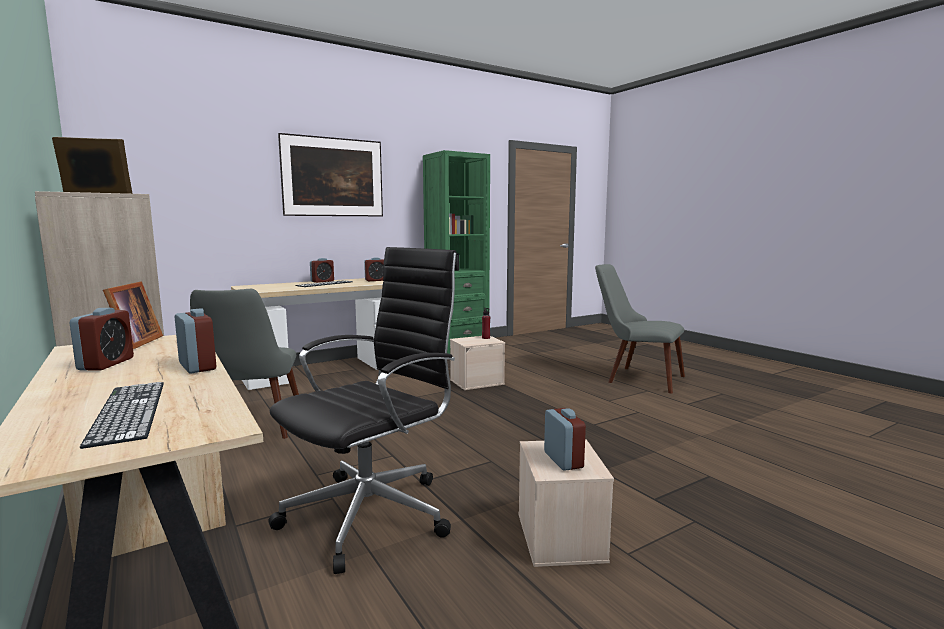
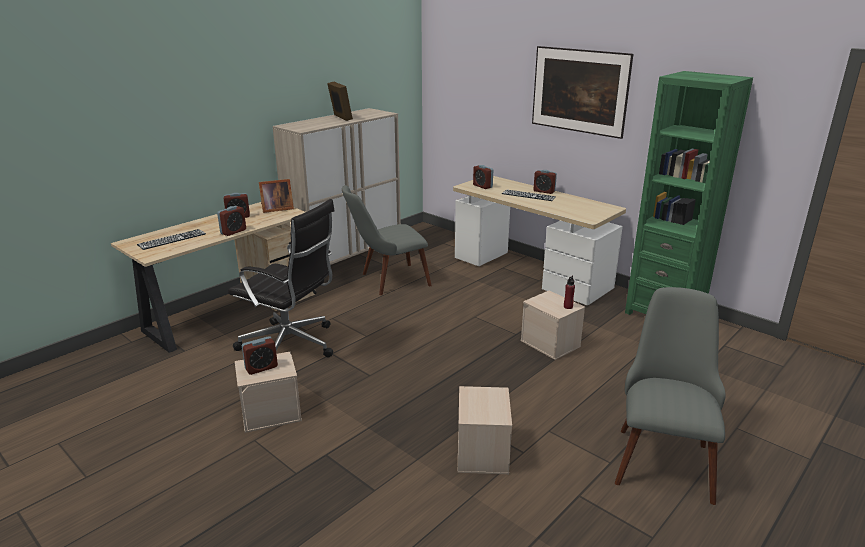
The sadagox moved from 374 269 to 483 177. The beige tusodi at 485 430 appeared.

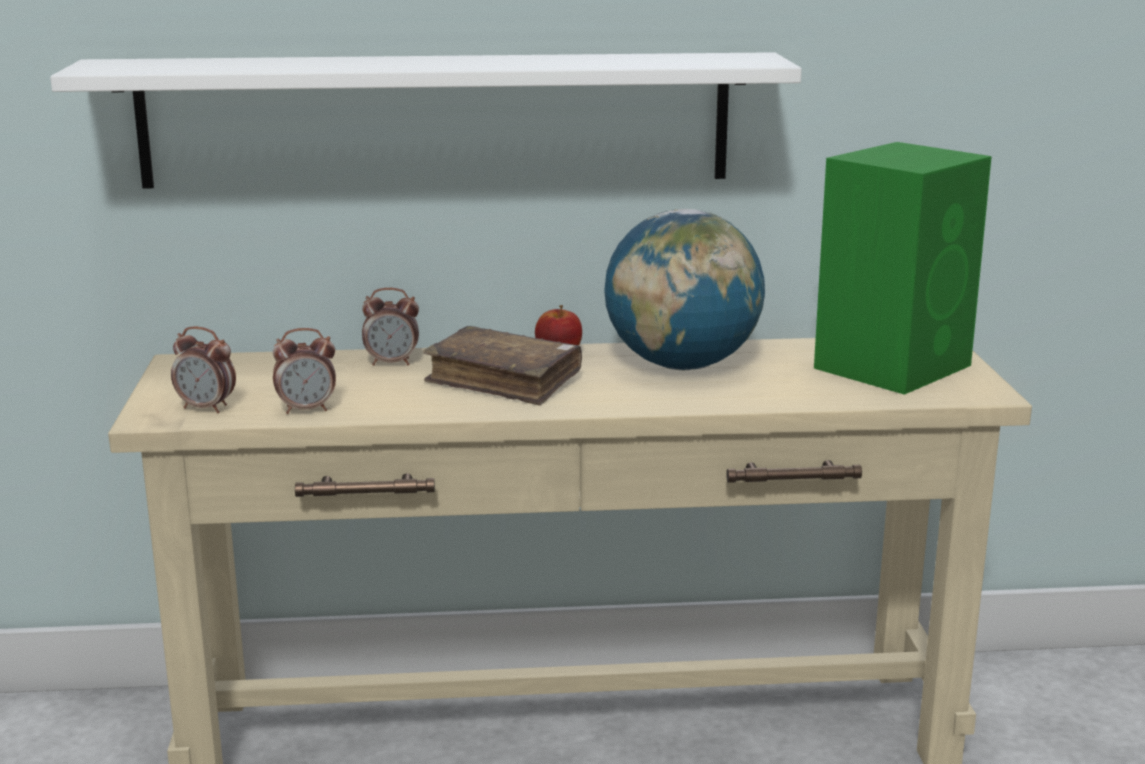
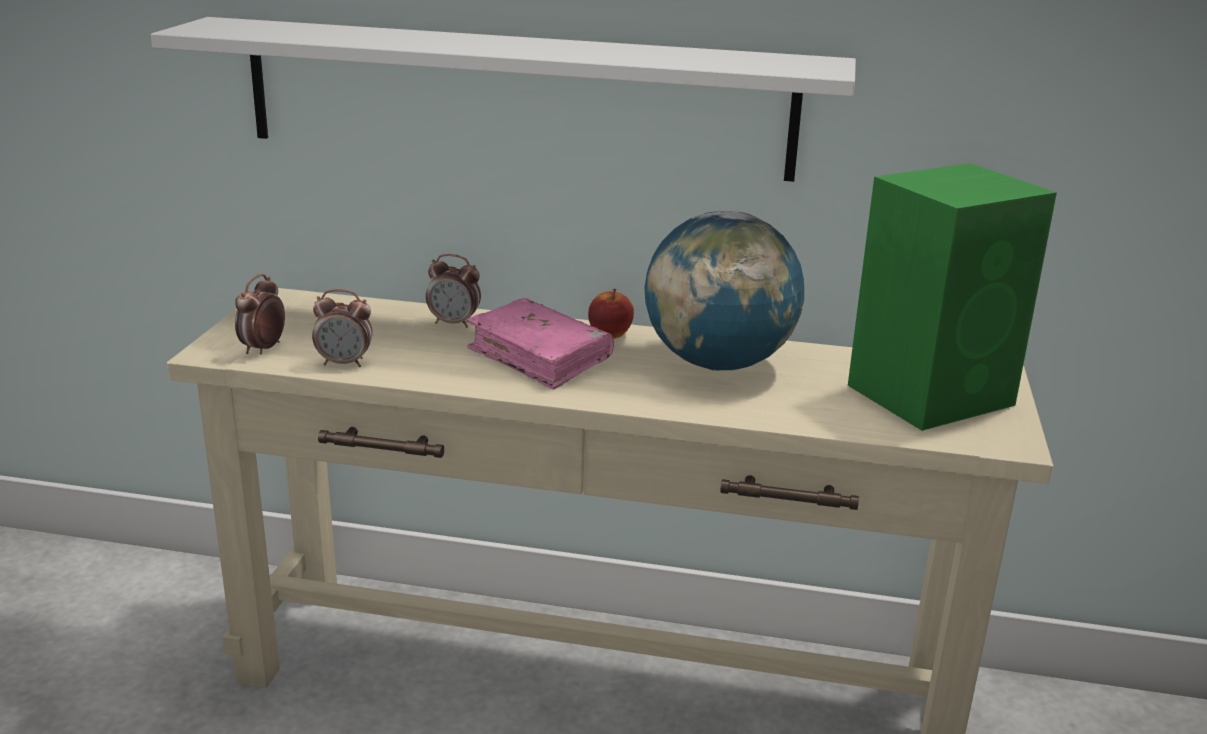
The sadagox at 203 369 turned 75 degrees clockwise. The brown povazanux at 502 366 became the pink povazanux at 540 344.

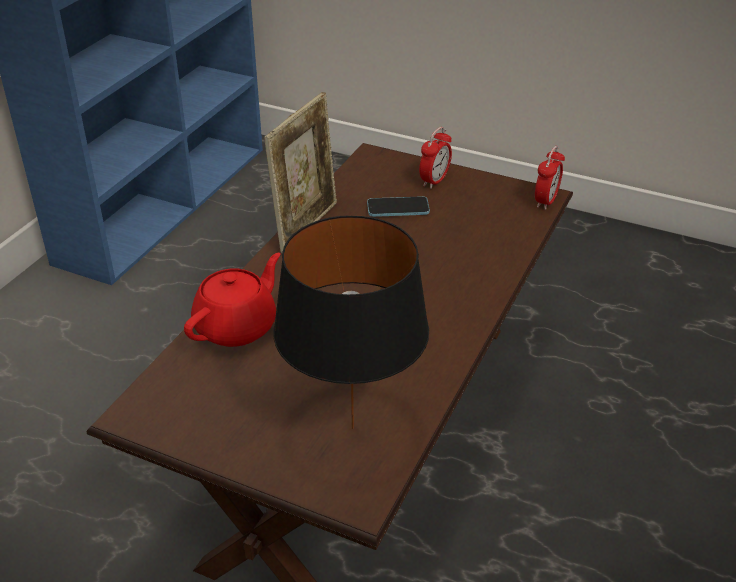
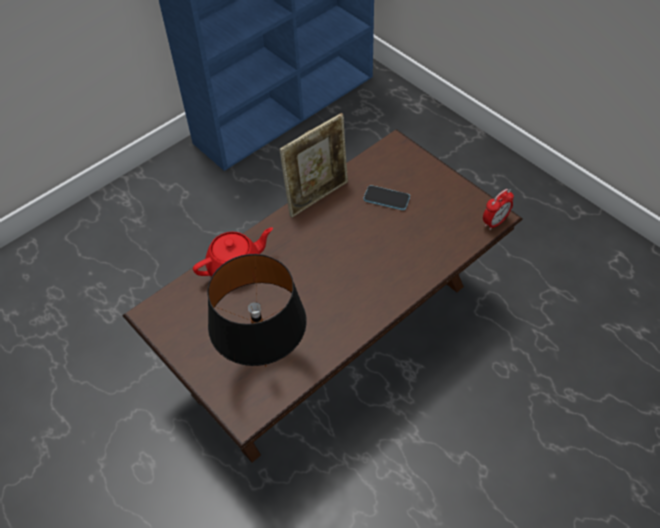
The sadagox at 435 158 disappeared.

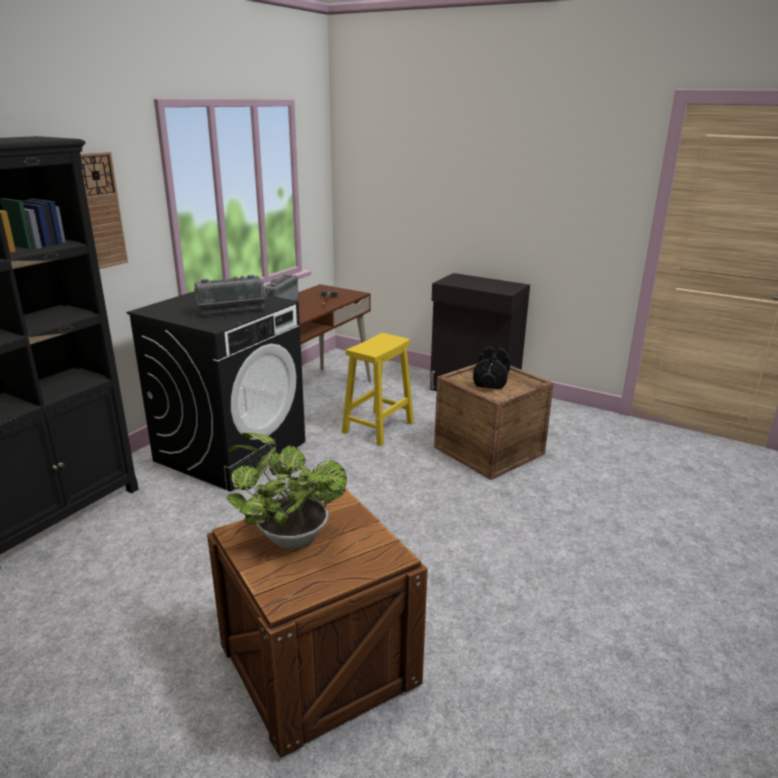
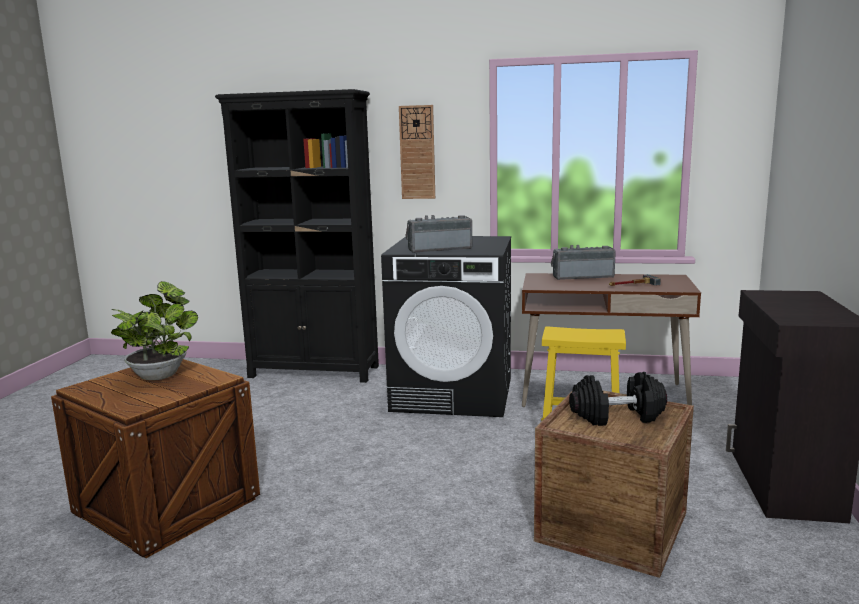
The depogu at 230 296 turned 120 degrees clockwise.

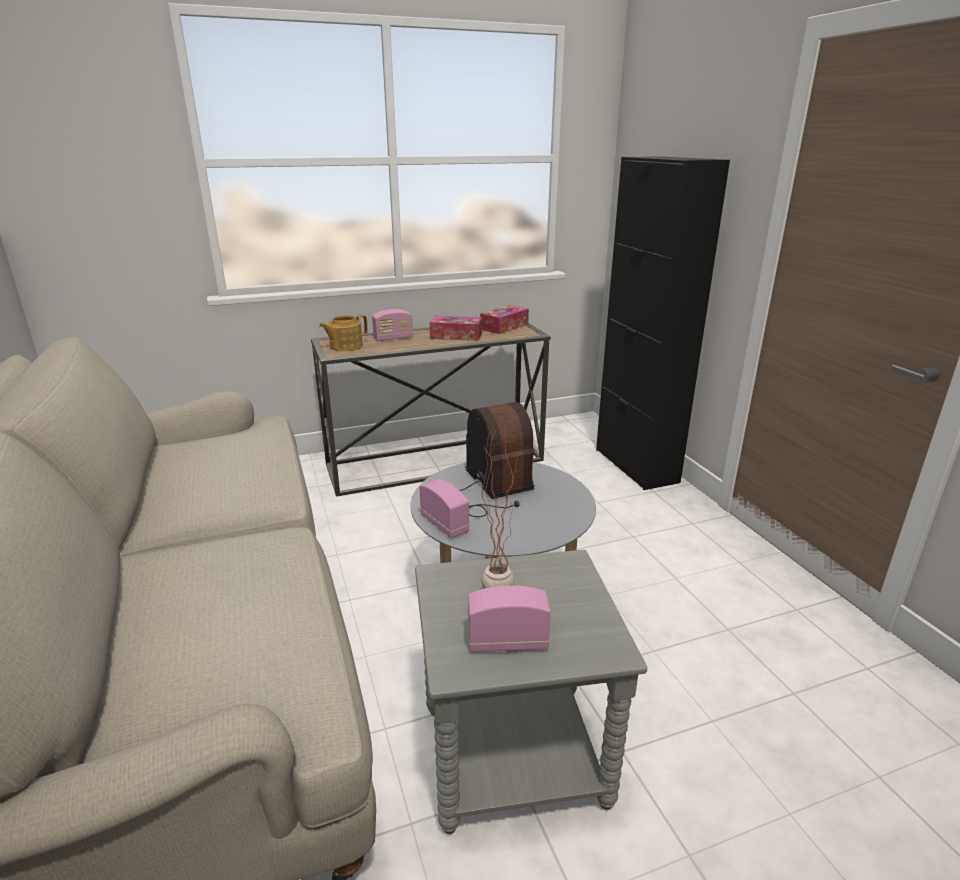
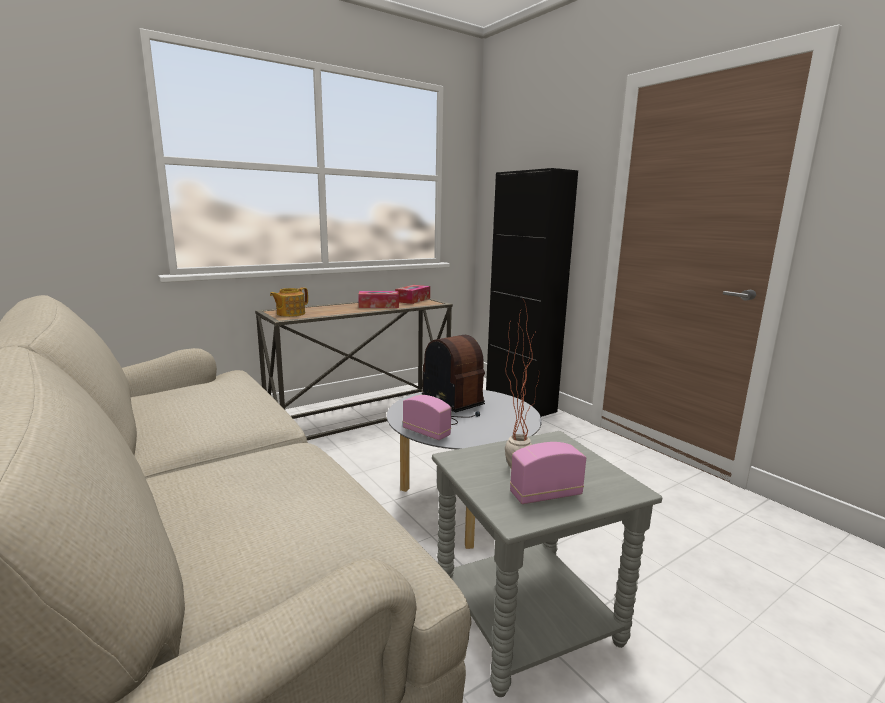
The depogu at 392 325 disappeared.

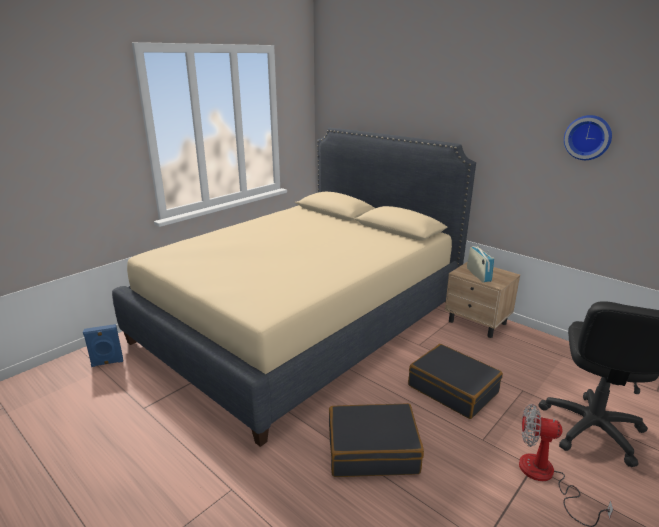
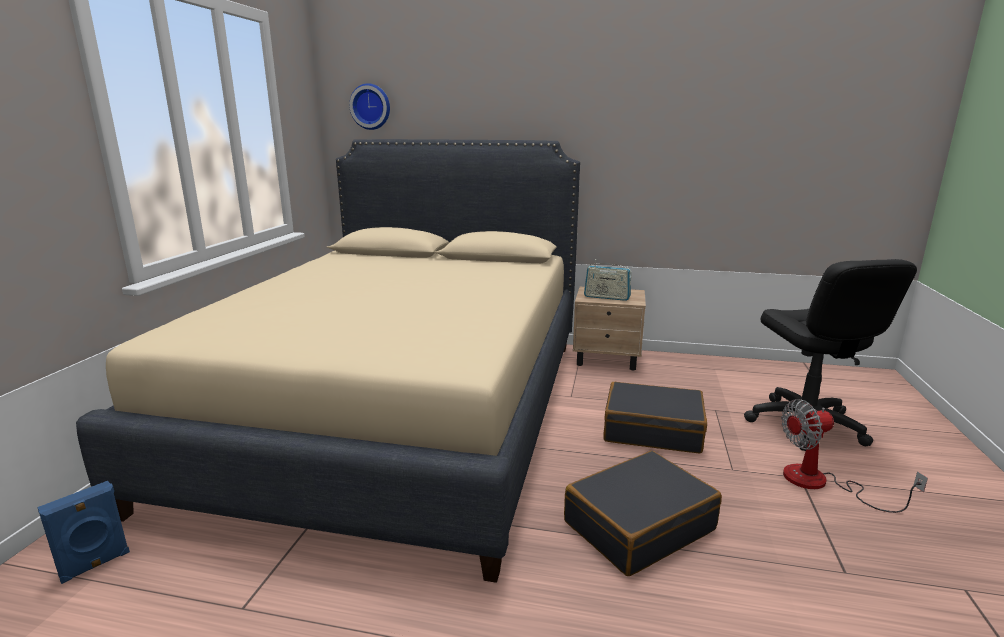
The depogu at 480 264 turned 150 degrees clockwise. The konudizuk moved from 588 137 to 369 106.

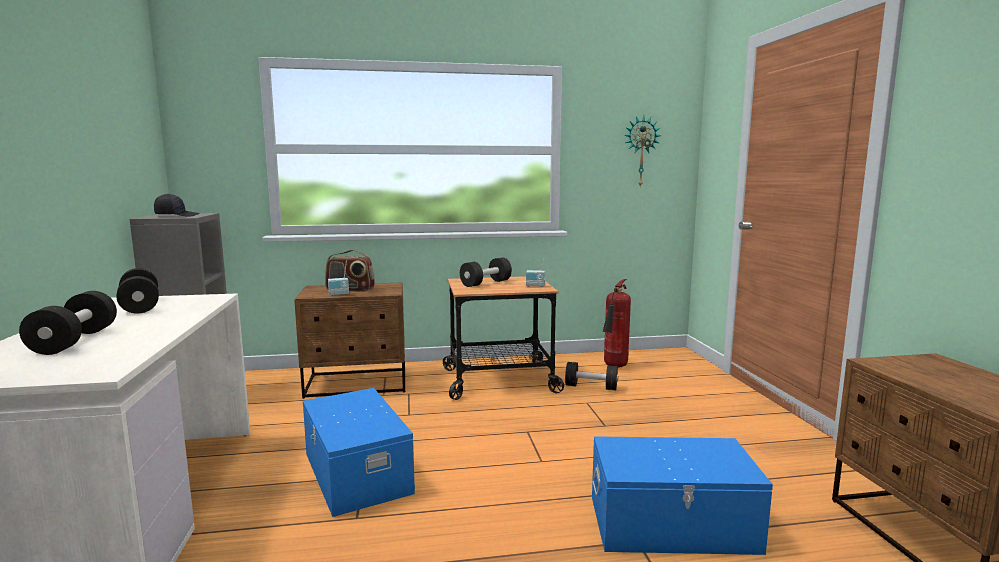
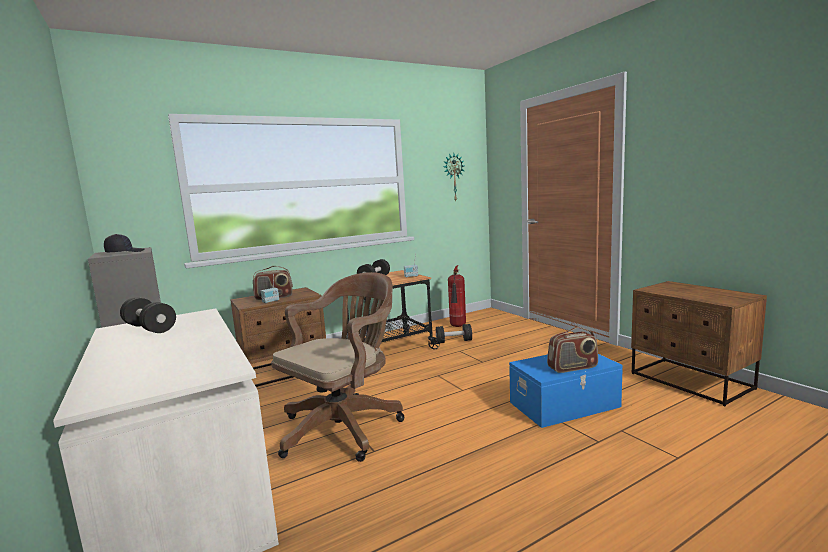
The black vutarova at 68 323 disappeared. The blue tusodi at 359 452 was replaced by the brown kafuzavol at 338 367. The depogu at 572 350 appeared.

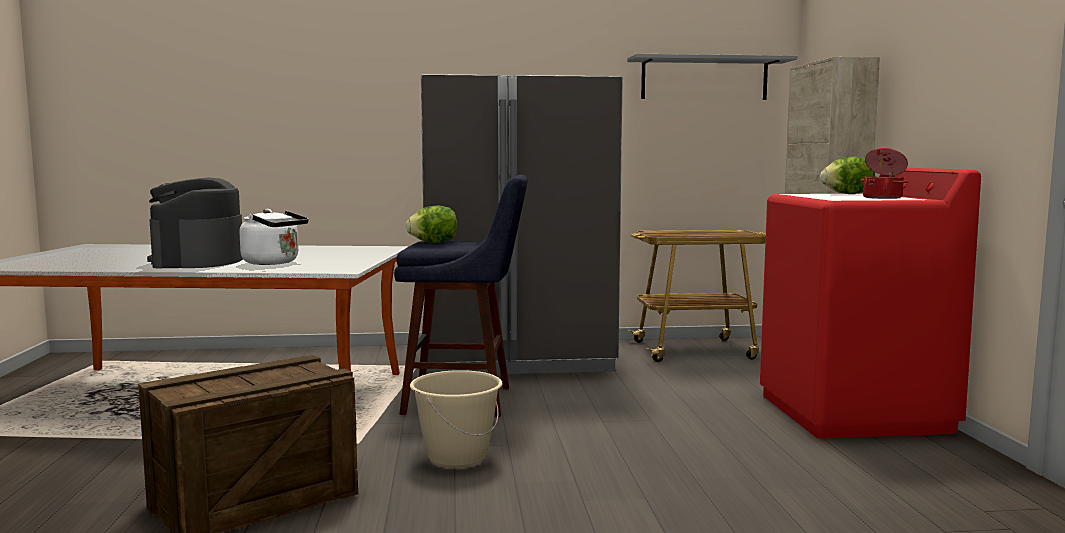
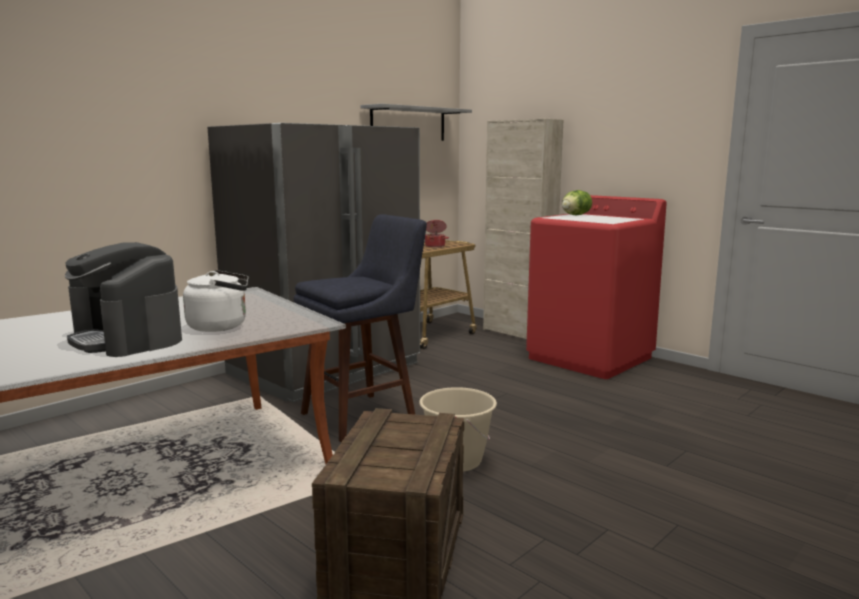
The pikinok at 431 224 disappeared. The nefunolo moved from 884 173 to 437 234.

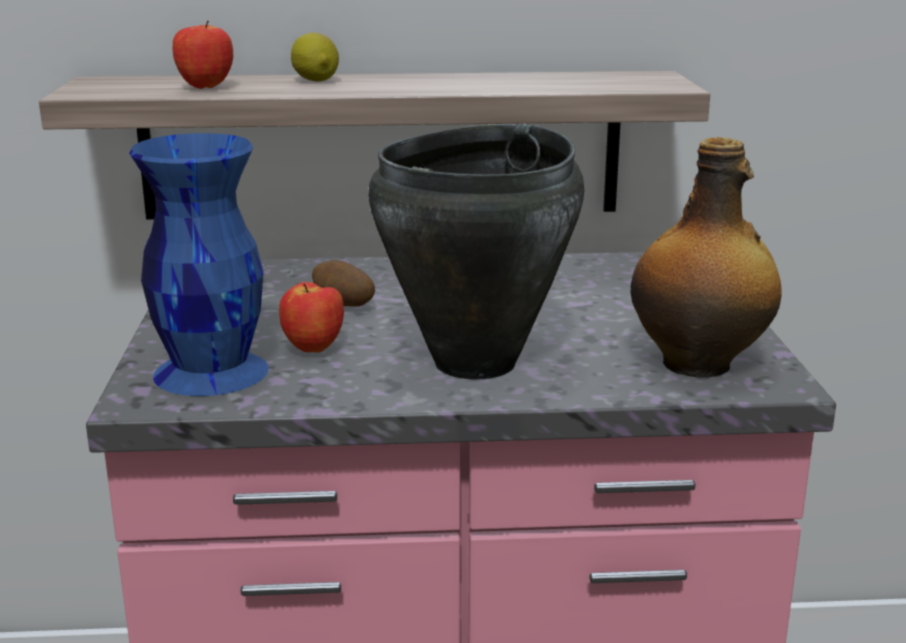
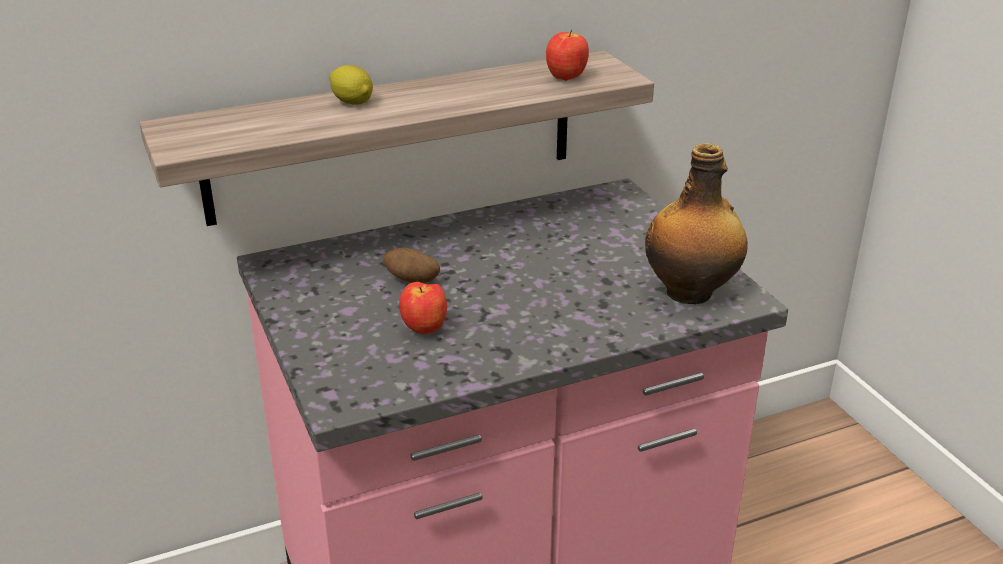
The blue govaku at 199 264 disappeared. The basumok moved from 203 55 to 567 55. The black nefunolo at 476 251 disappeared.

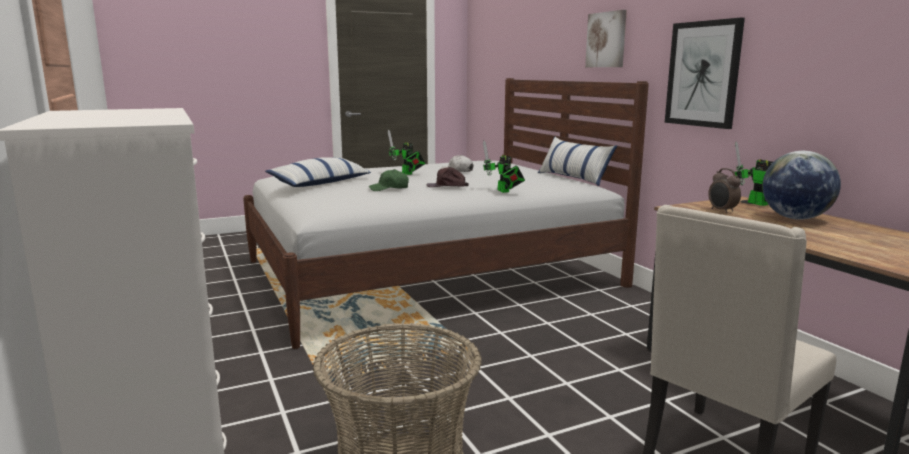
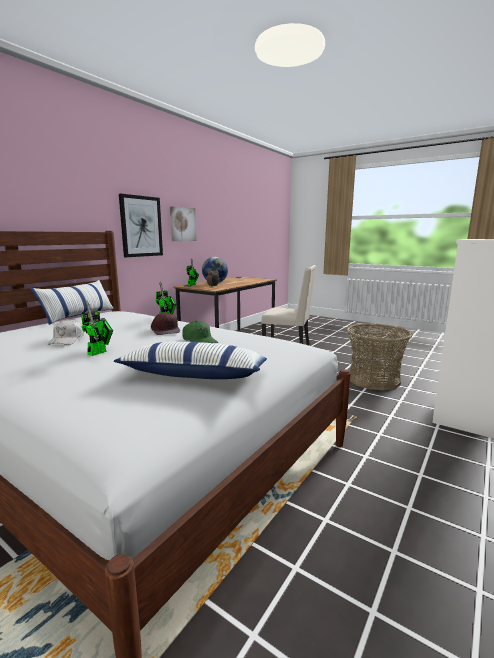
The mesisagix moved from 606 38 to 183 223.

